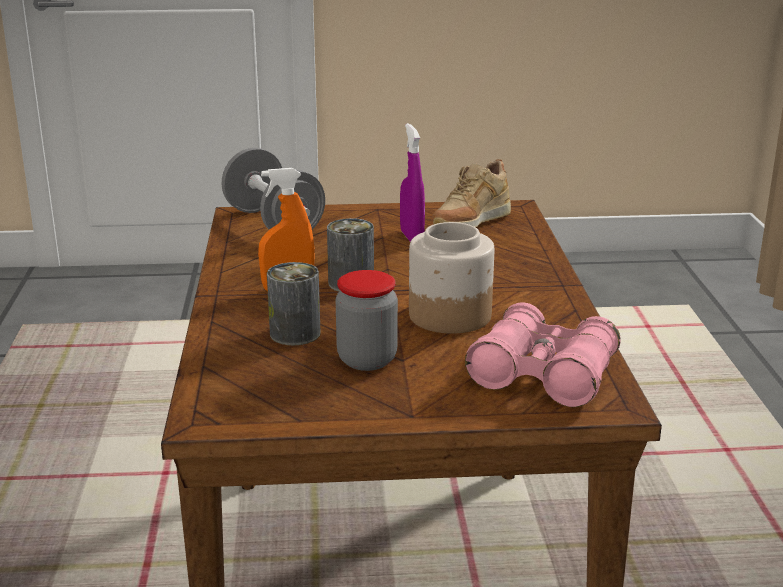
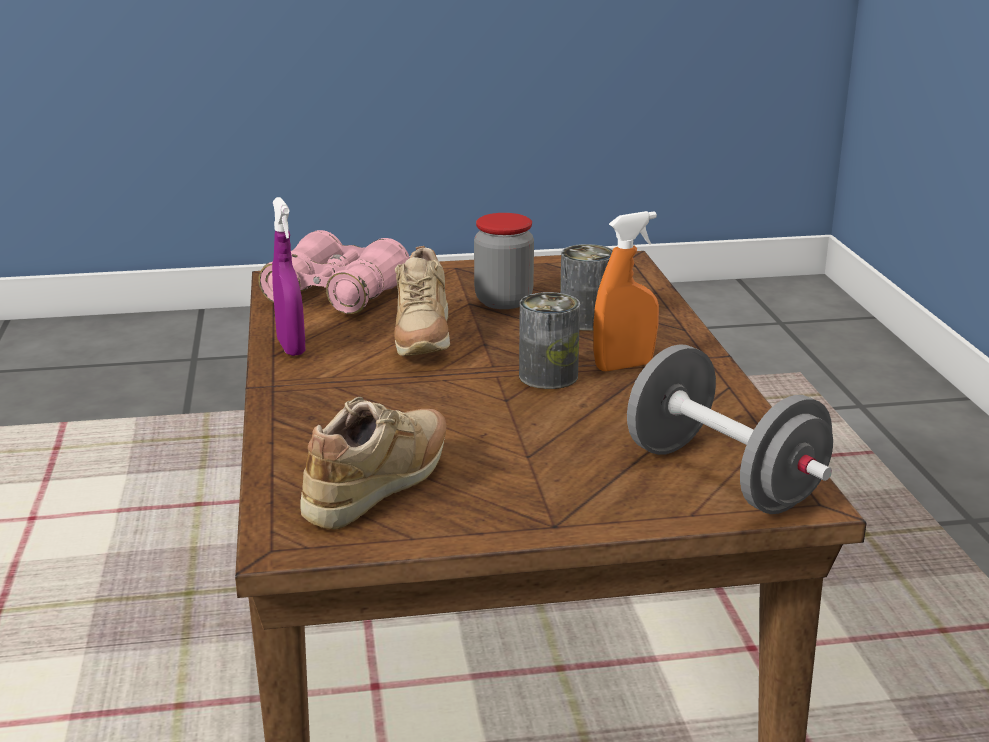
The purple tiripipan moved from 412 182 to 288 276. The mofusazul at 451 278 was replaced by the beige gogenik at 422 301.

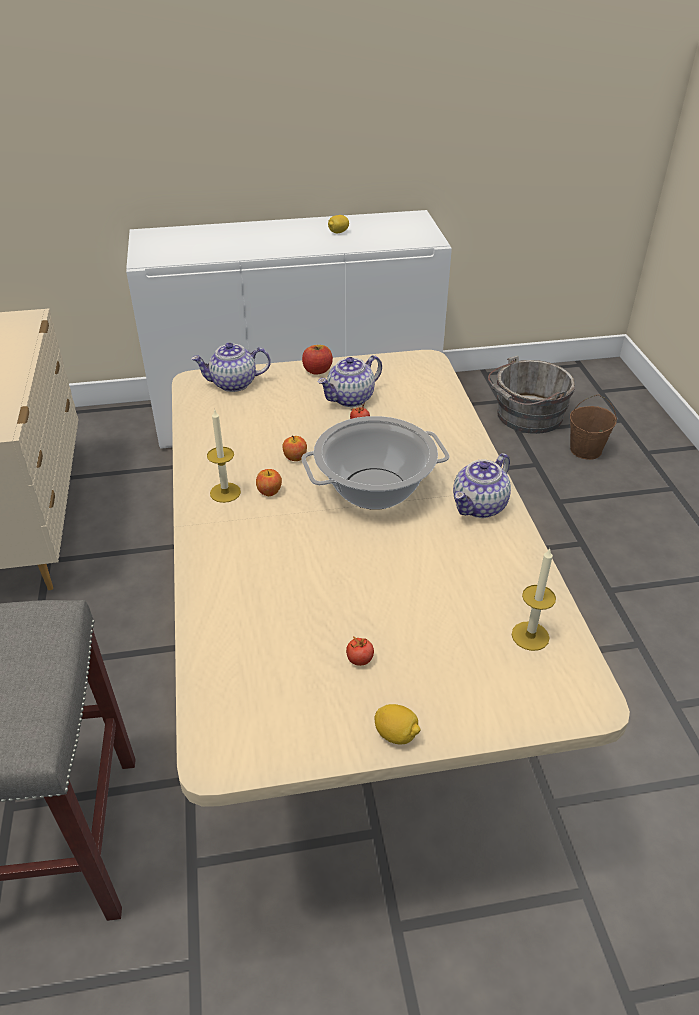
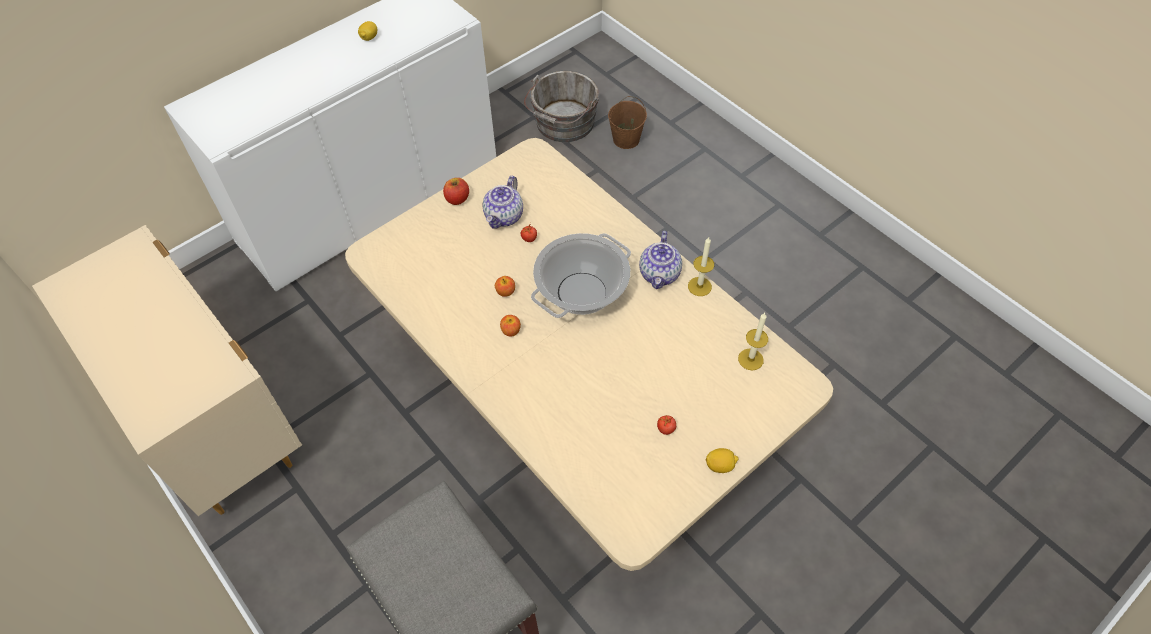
The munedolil at 231 367 disappeared. The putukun moved from 224 456 to 701 266.

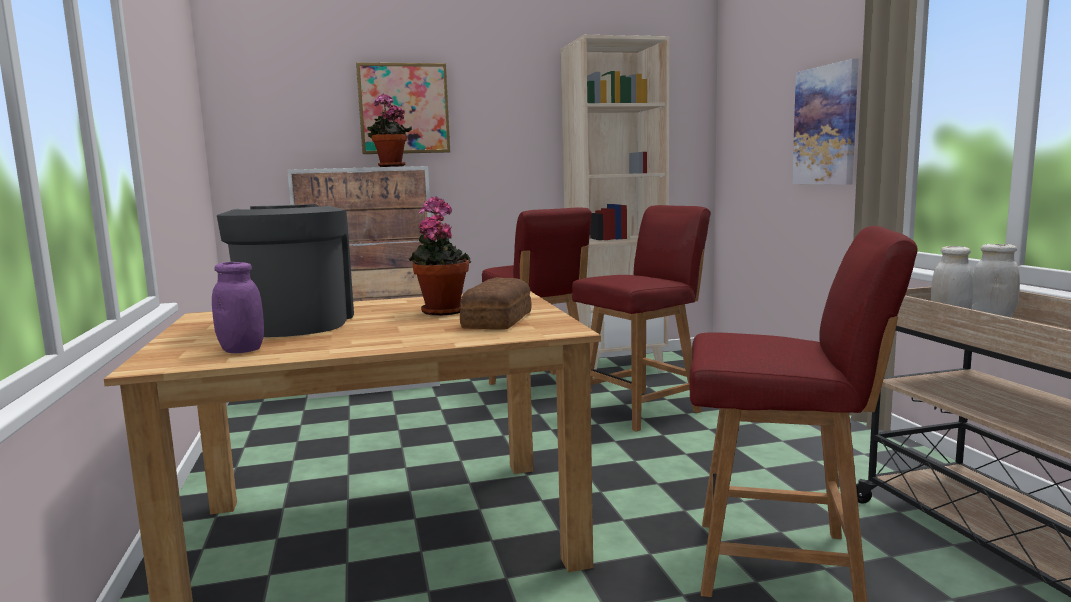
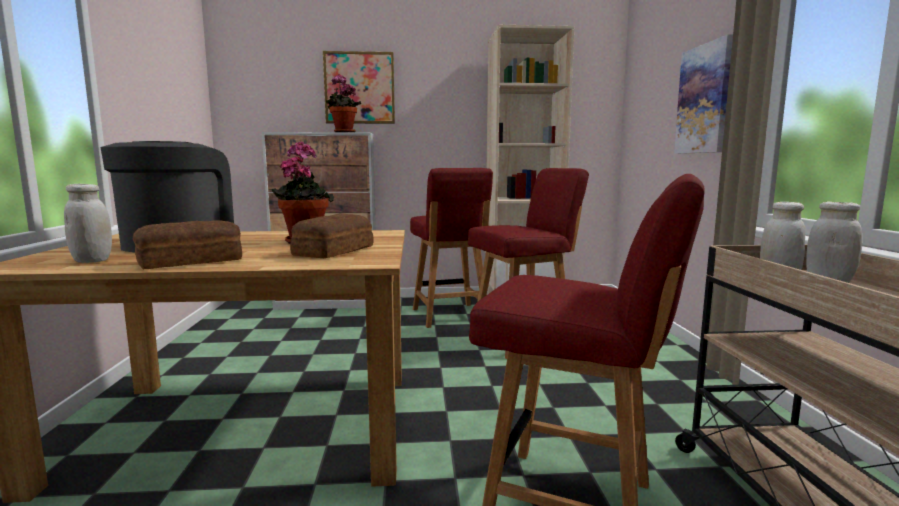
The purple mofusazul at 238 307 became the white mofusazul at 88 223. The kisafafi at 187 244 appeared.

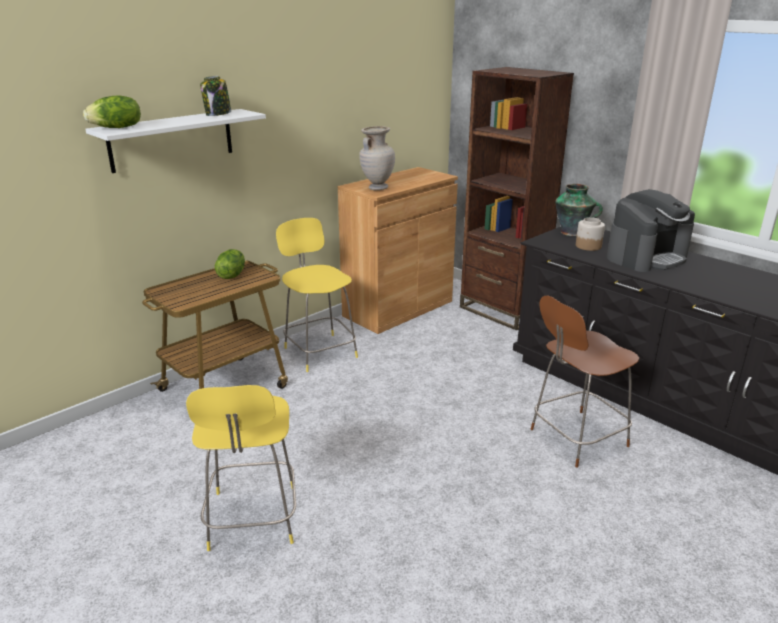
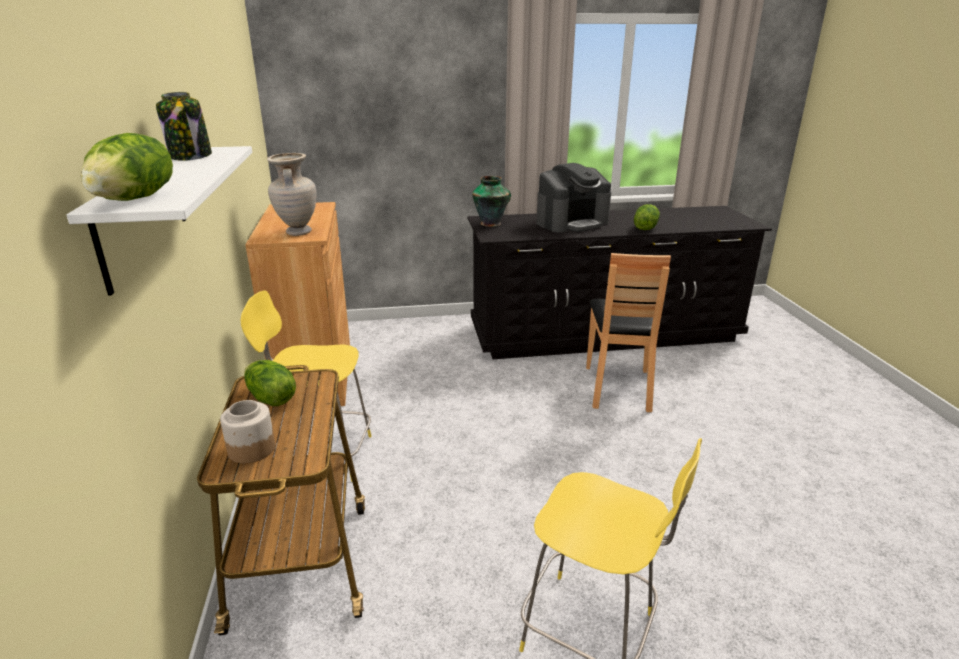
The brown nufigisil at 517 198 disappeared. The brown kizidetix at 585 382 was replaced by the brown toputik at 628 332. The mofusazul moved from 590 234 to 247 431. The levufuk at 651 230 turned 60 degrees clockwise. The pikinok at 647 217 appeared.

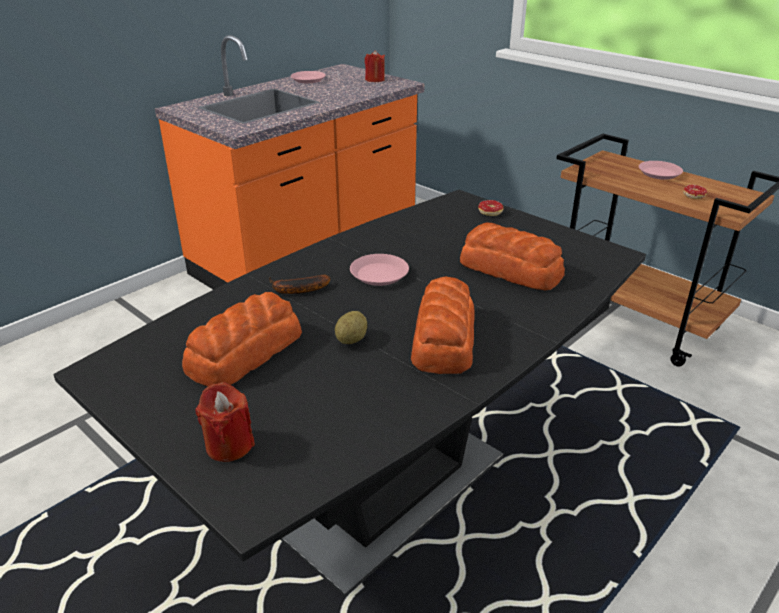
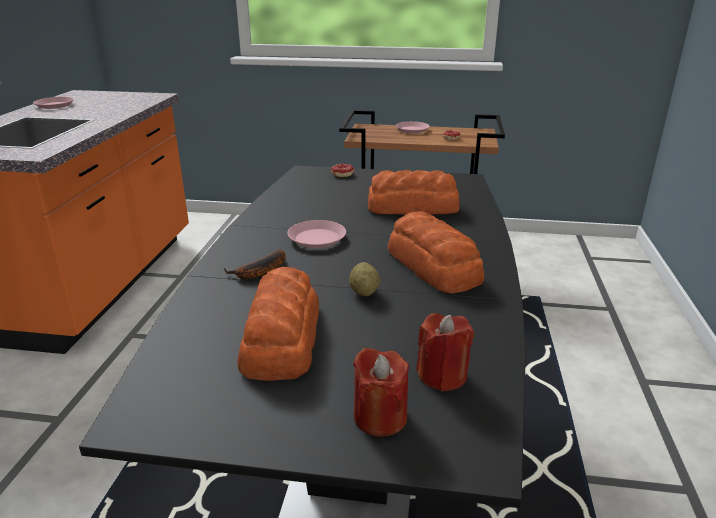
The red putukun moved from 375 66 to 445 352.

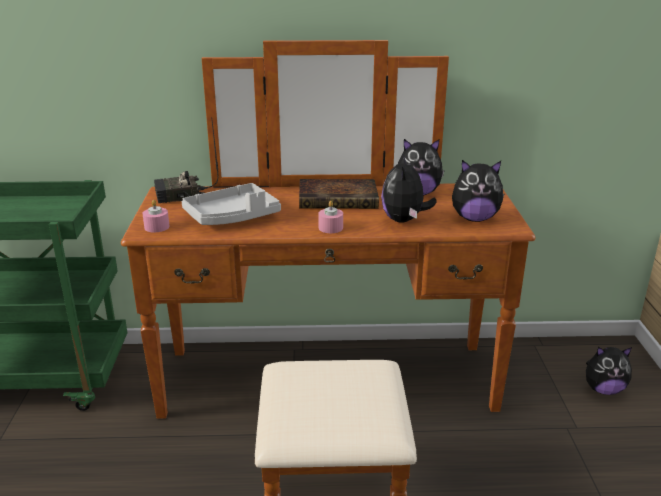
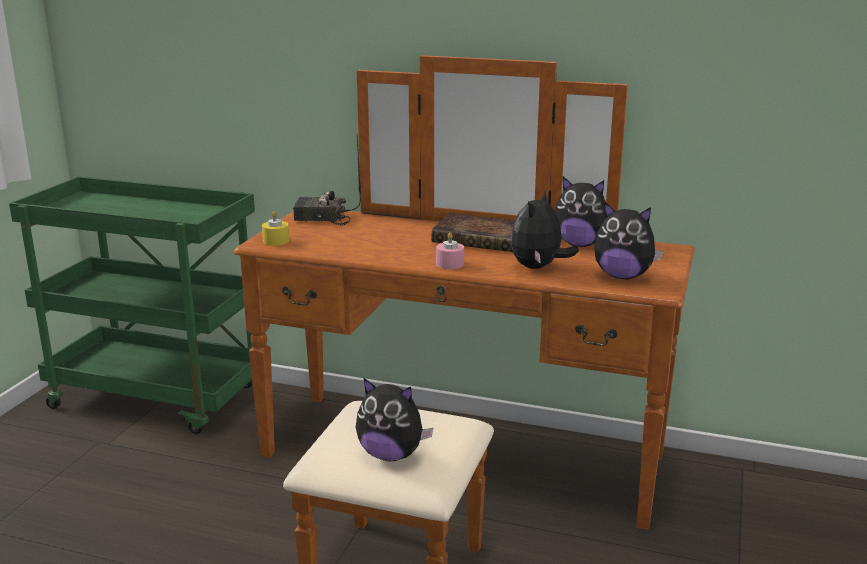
The pink putukun at 156 216 became the yellow putukun at 275 228. The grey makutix at 231 204 disappeared. The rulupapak moved from 609 371 to 394 419.

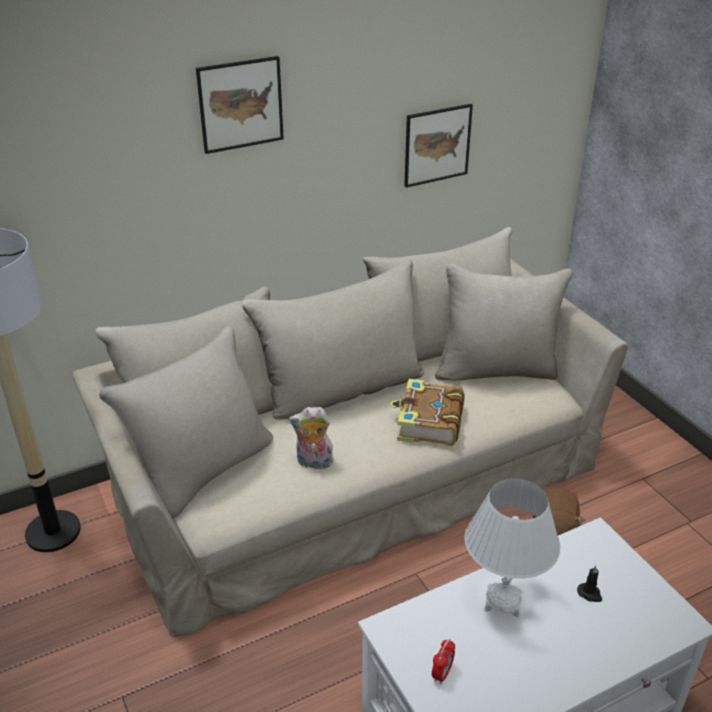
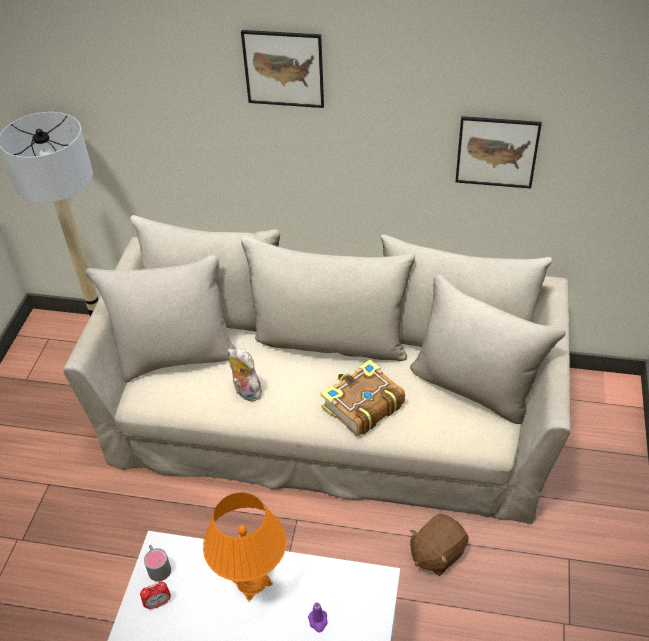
The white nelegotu at 512 547 became the orange nelegotu at 245 547. The black putukun at 589 583 became the purple putukun at 318 617. The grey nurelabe at 157 563 appeared.

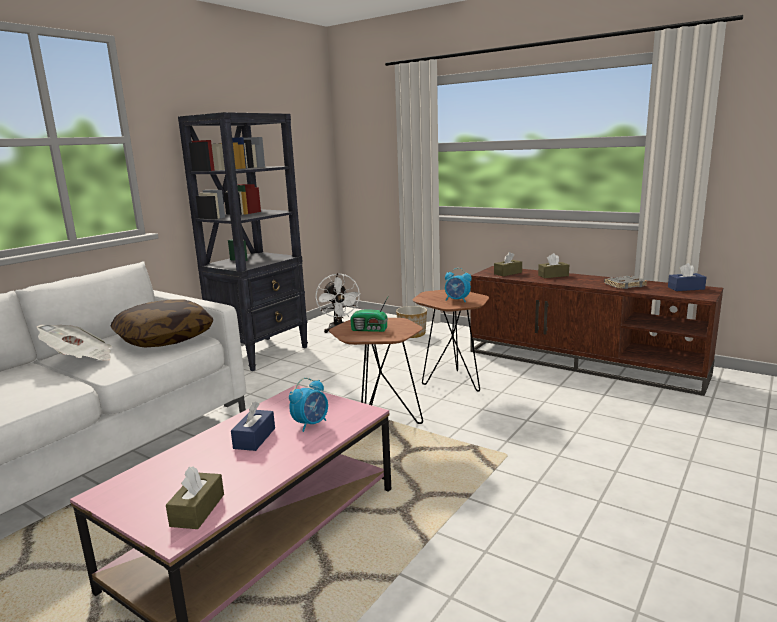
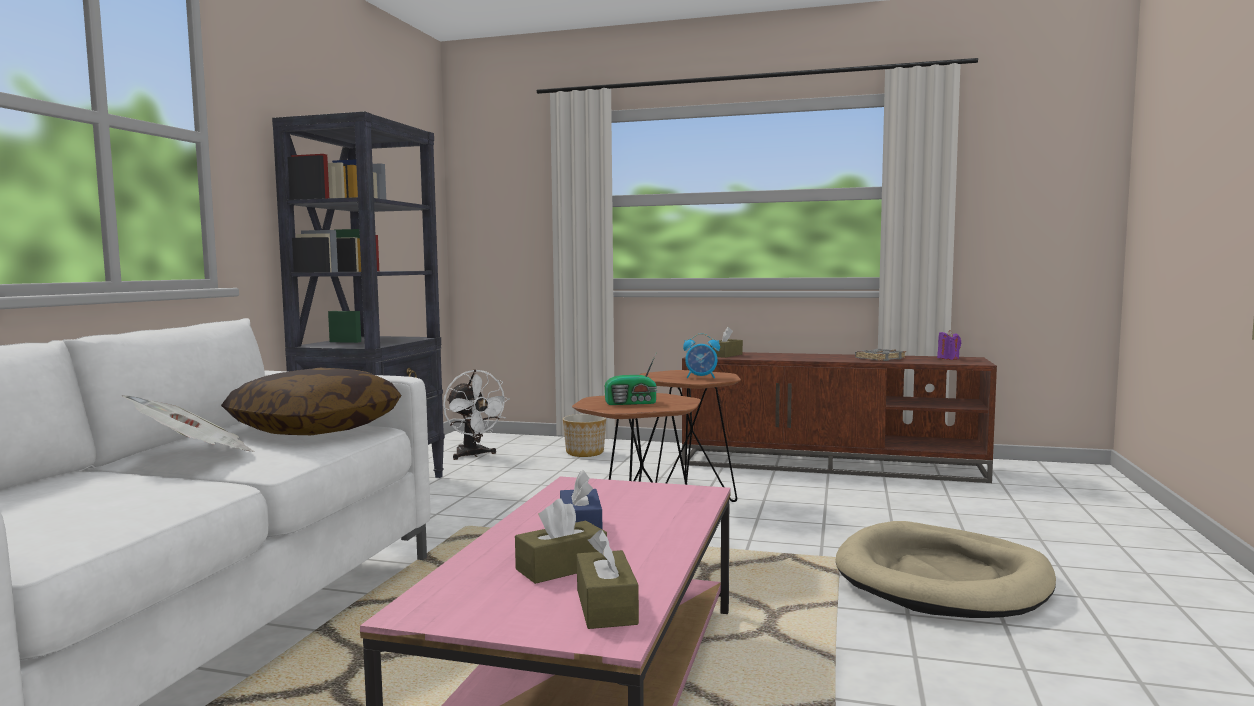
The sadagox at 308 405 disappeared. The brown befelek moved from 553 265 to 561 541. The blue befelek at 687 277 was replaced by the purple putukun at 949 345. The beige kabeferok at 946 569 appeared.

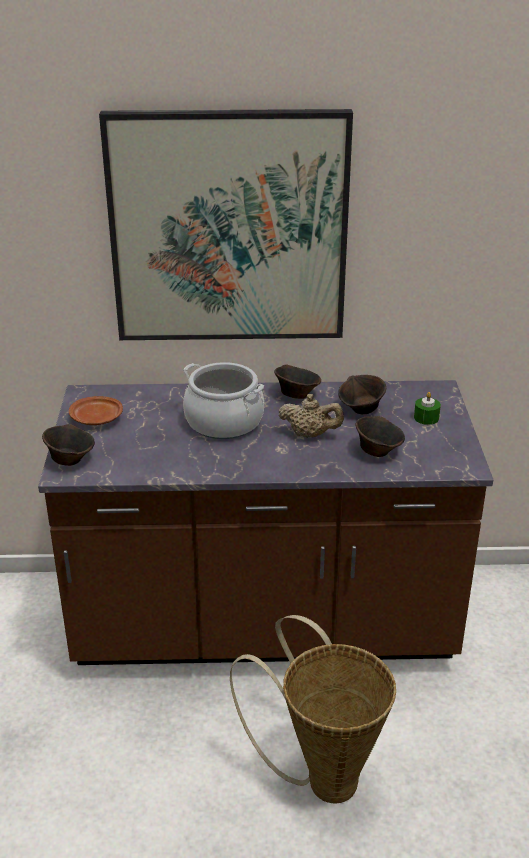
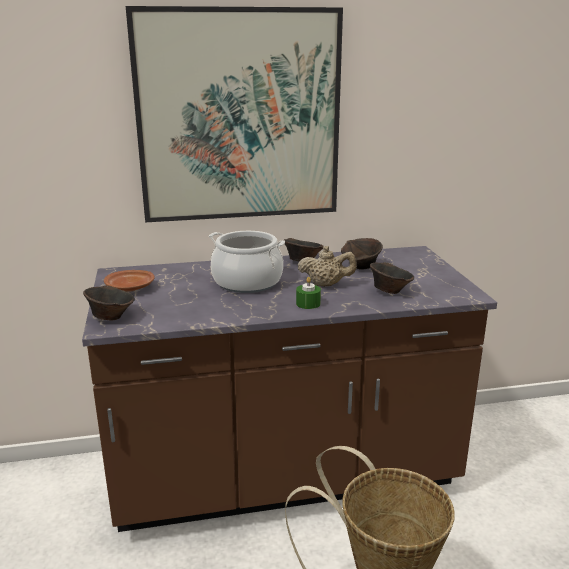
The green putukun moved from 427 408 to 308 293.

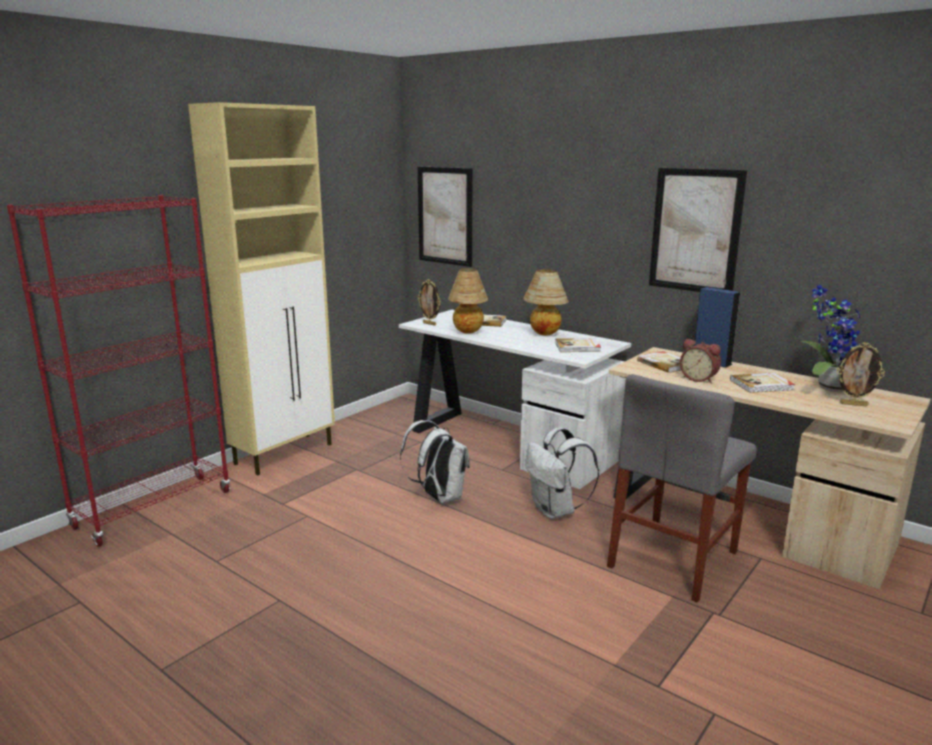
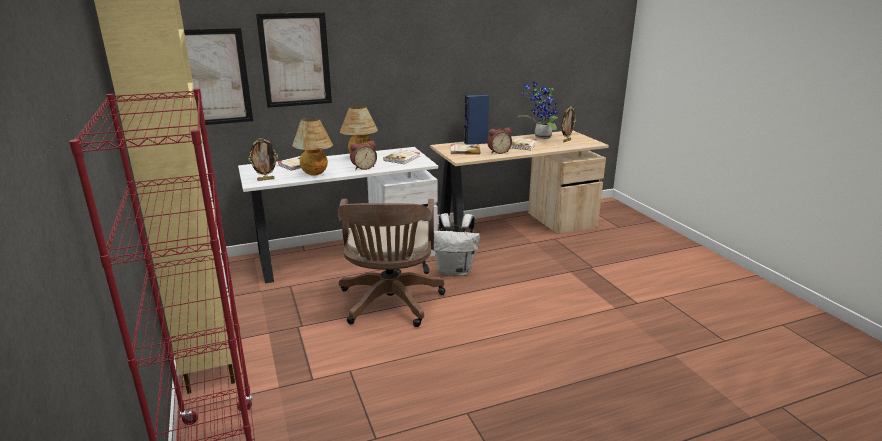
The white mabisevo at 435 461 was replaced by the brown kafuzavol at 392 263. The grey toputik at 682 488 disappeared. The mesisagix moved from 698 230 to 294 60. The sadagox at 363 155 appeared.

